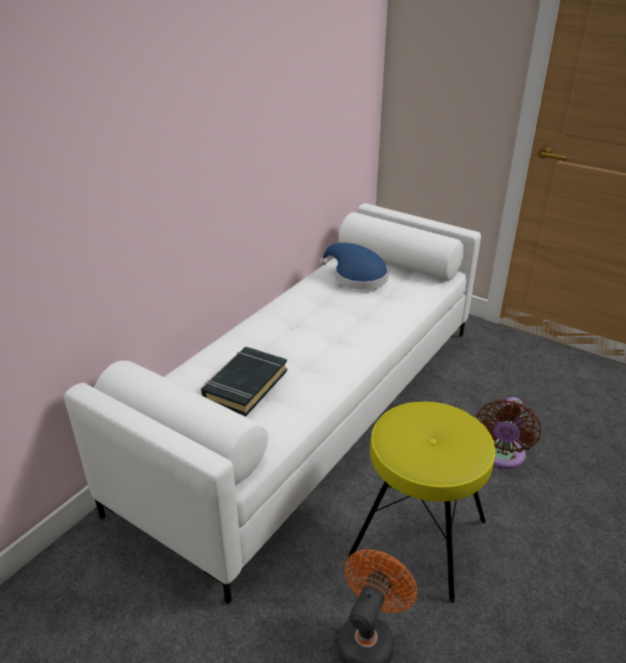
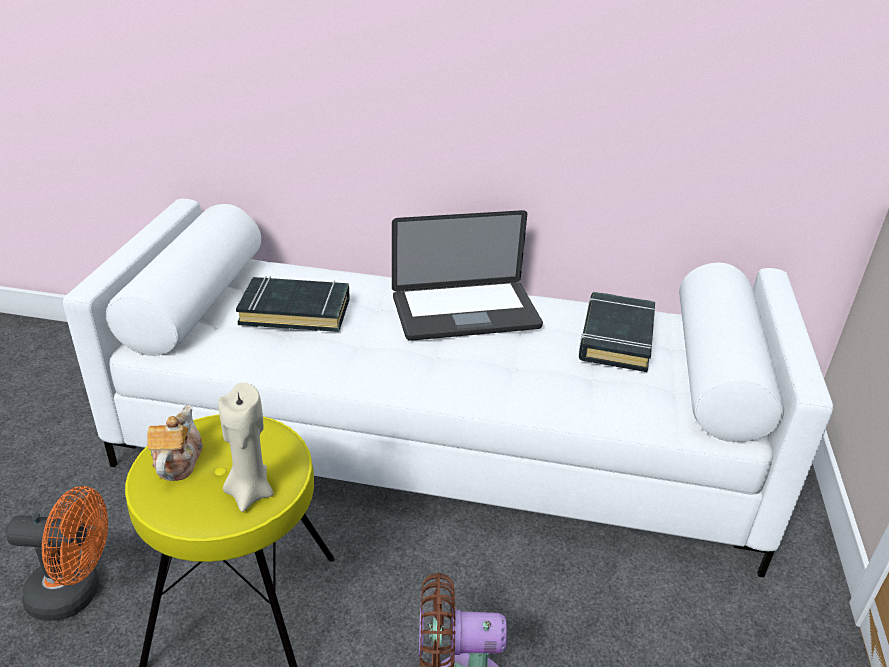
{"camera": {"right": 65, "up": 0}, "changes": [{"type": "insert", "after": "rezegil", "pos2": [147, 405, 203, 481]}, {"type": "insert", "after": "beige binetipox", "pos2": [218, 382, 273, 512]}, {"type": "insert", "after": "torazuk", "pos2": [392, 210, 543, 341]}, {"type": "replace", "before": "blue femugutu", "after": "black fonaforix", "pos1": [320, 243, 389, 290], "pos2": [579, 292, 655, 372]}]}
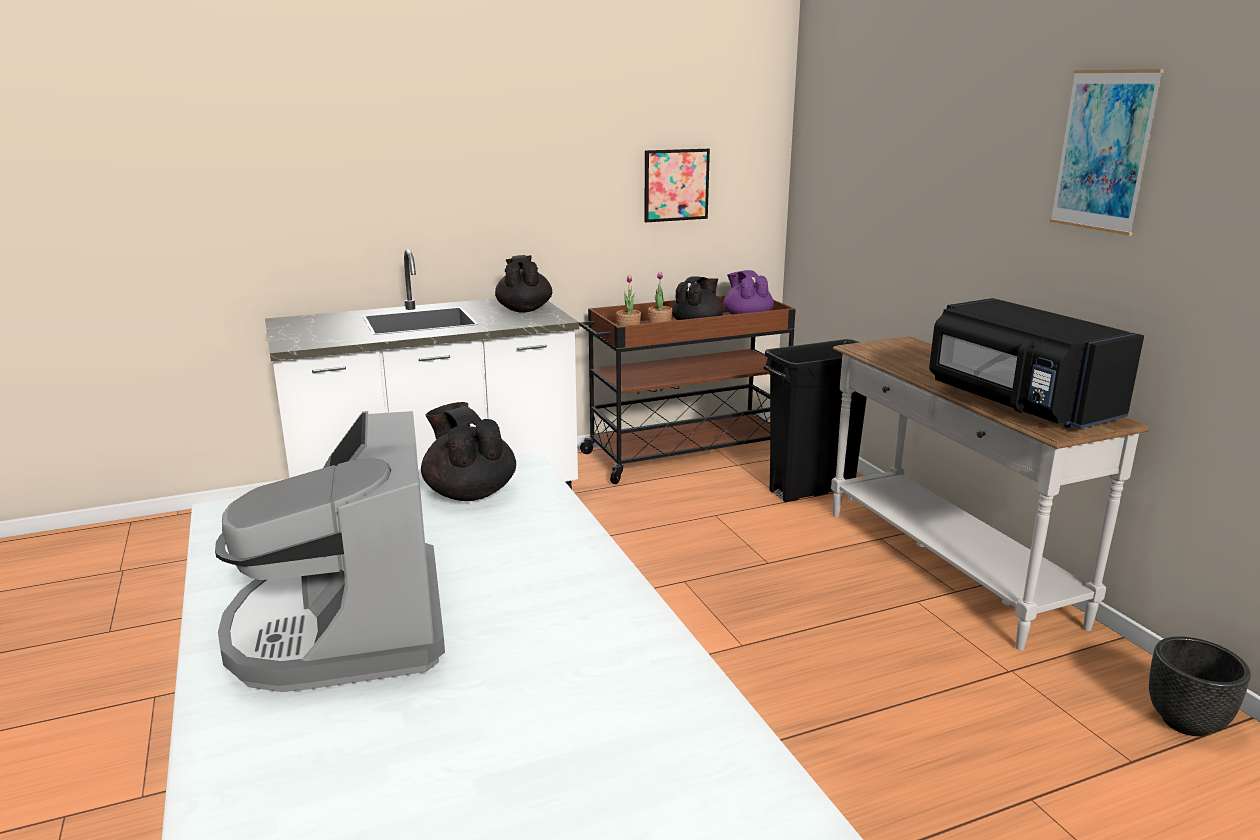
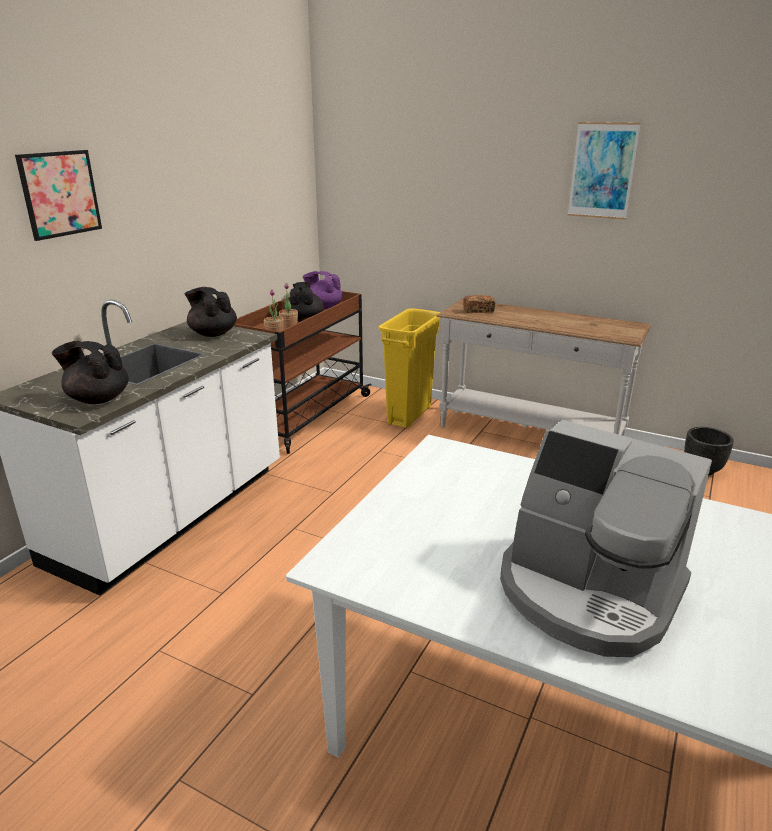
{"camera": {"right": -40, "up": 5}, "changes": [{"type": "move", "before": "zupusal", "pos1": [644, 149, 710, 222], "pos2": [15, 150, 102, 241]}, {"type": "move", "before": "black rezegil", "pos1": [421, 402, 516, 501], "pos2": [52, 341, 129, 404]}, {"type": "recolor", "before": "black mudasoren", "after": "yellow mudasoren", "pos1": [764, 339, 867, 502], "pos2": [378, 308, 440, 428]}, {"type": "insert", "after": "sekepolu", "pos2": [463, 295, 495, 313]}, {"type": "delete", "before": "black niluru", "pos1": [929, 298, 1144, 429]}]}
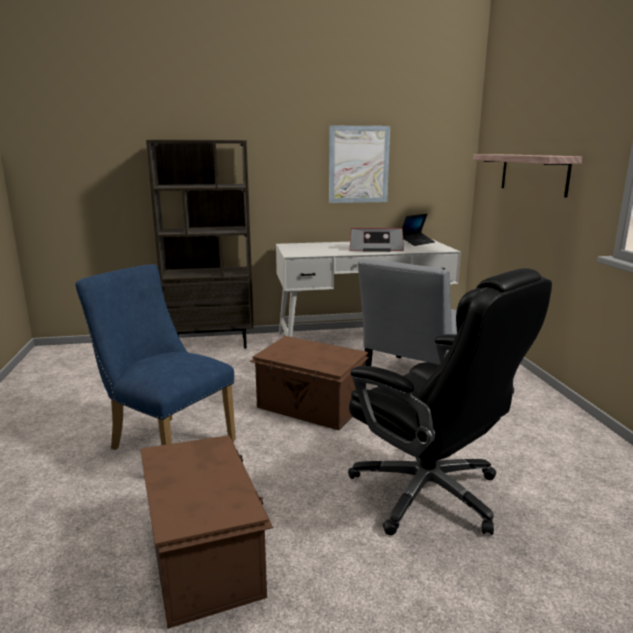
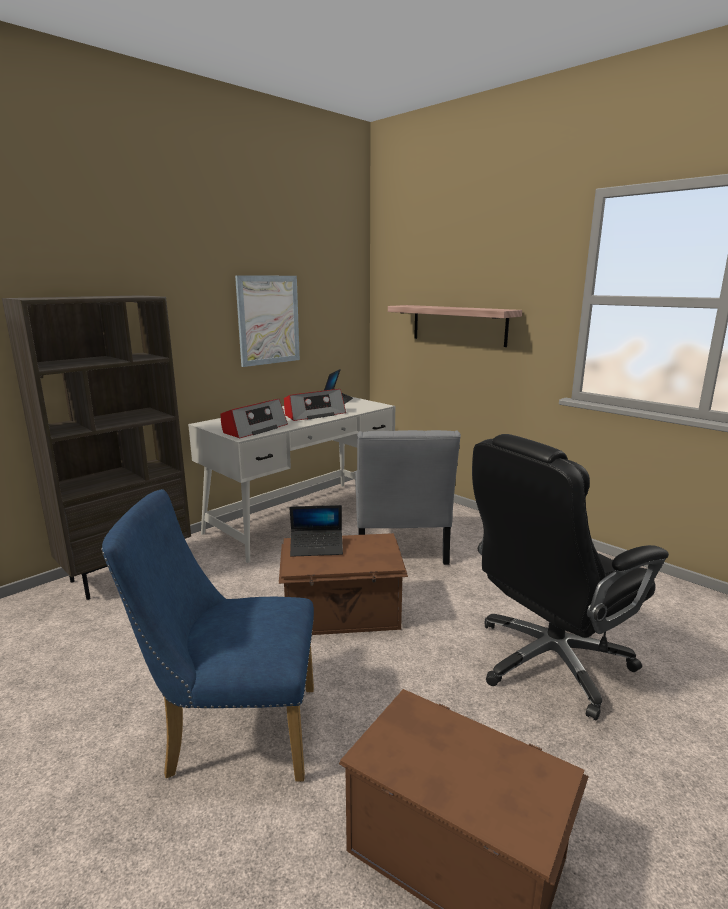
{"camera": {"right": -35, "up": 0}, "changes": [{"type": "insert", "after": "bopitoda", "pos2": [220, 399, 288, 438]}, {"type": "insert", "after": "torazuk", "pos2": [289, 505, 343, 557]}, {"type": "rotate", "before": "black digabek", "pos1": [348, 268, 552, 535], "pos2": [472, 434, 669, 721], "turn": 135}]}
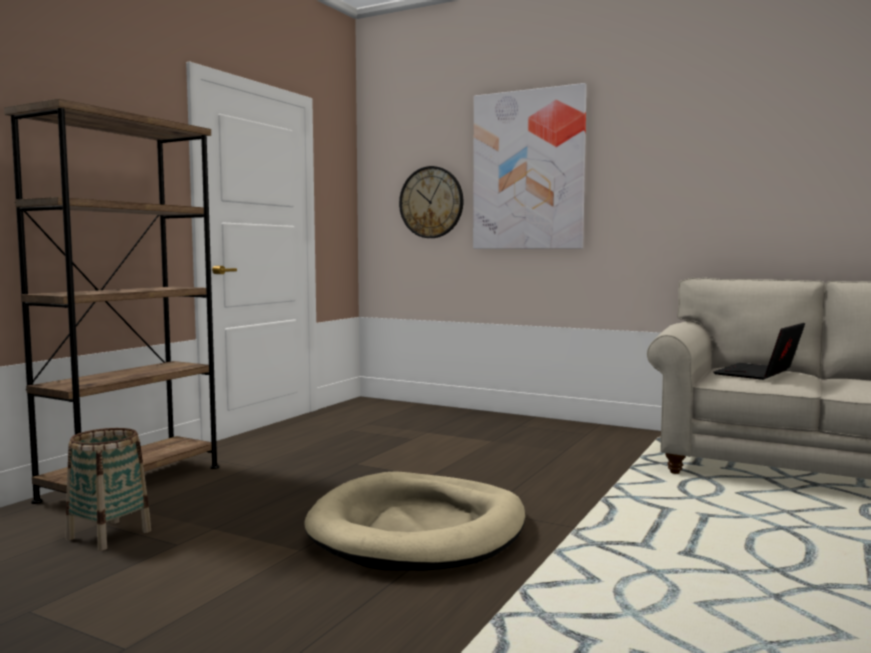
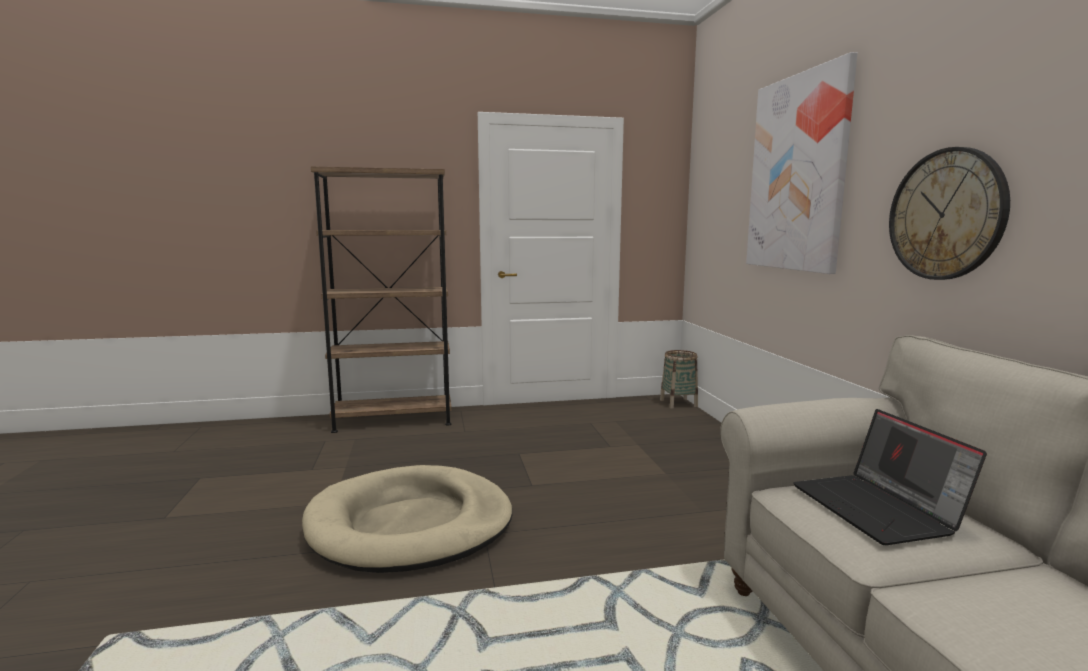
{"camera": {"right": 50, "up": 5}, "changes": [{"type": "move", "before": "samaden", "pos1": [66, 428, 151, 550], "pos2": [660, 350, 698, 409]}, {"type": "rotate", "before": "torazuk", "pos1": [713, 323, 805, 380], "pos2": [793, 409, 987, 545], "turn": -105}, {"type": "move", "before": "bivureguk", "pos1": [399, 166, 463, 238], "pos2": [889, 147, 1010, 280]}]}
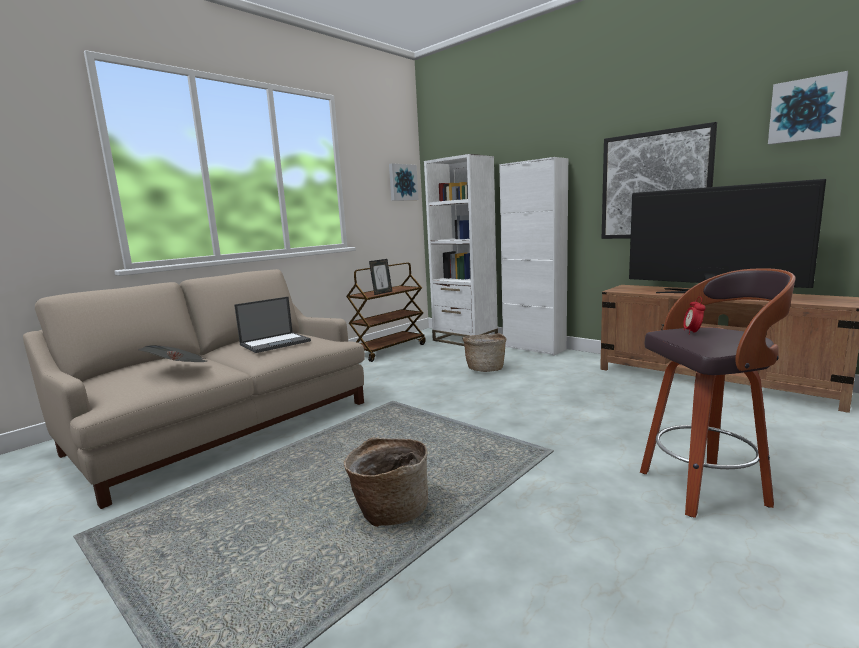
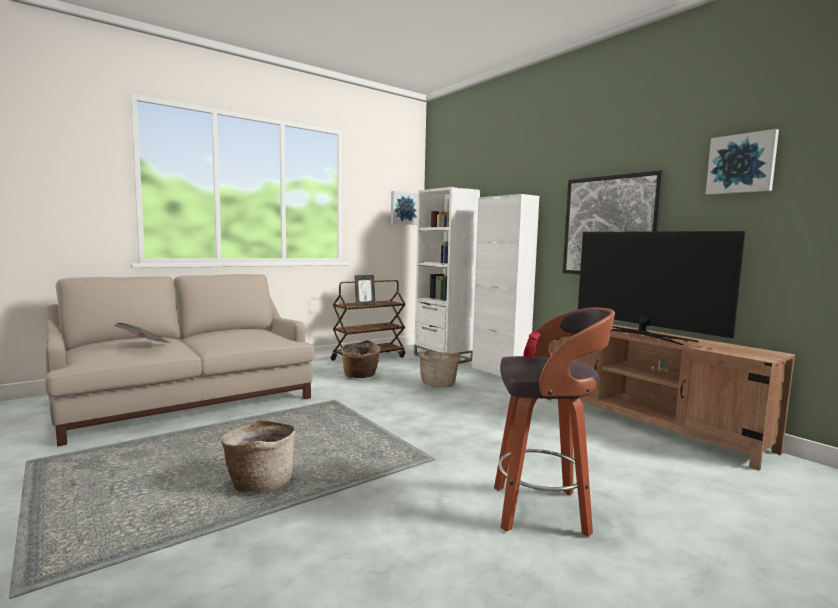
{"camera": {"right": 10, "up": -5}, "changes": [{"type": "insert", "after": "samaden", "pos2": [341, 340, 381, 378]}, {"type": "delete", "before": "torazuk", "pos1": [234, 297, 311, 353]}]}
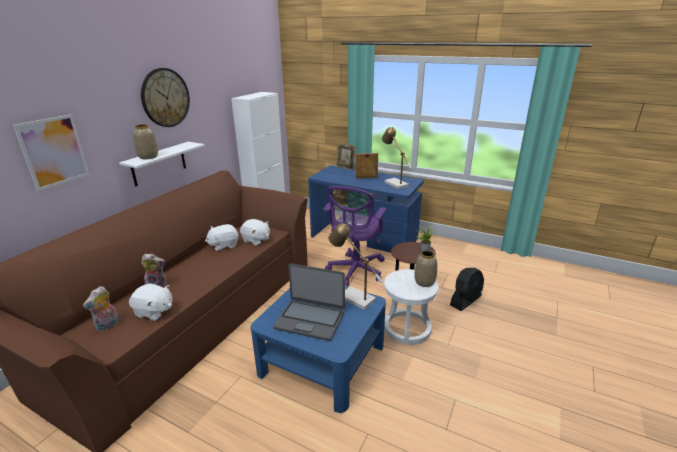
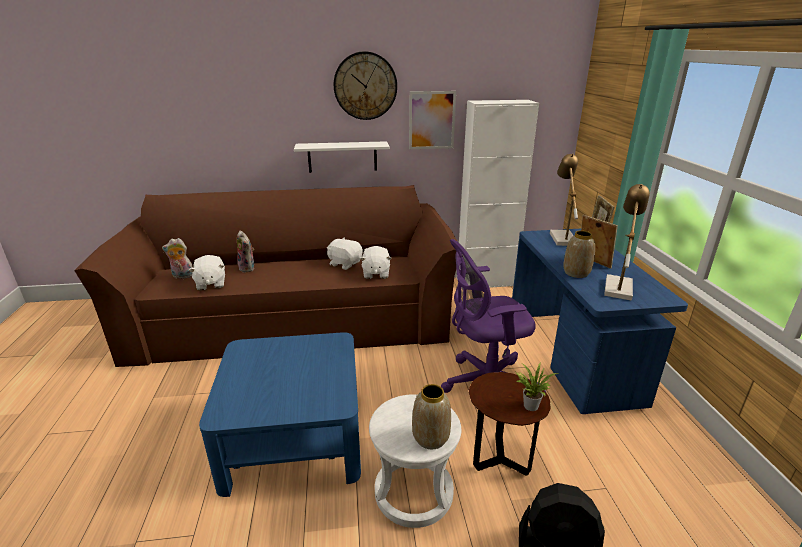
{"camera": {"right": 55, "up": 0}, "changes": [{"type": "move", "before": "zupusal", "pos1": [13, 114, 90, 191], "pos2": [409, 91, 456, 149]}, {"type": "move", "before": "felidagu", "pos1": [329, 223, 383, 310], "pos2": [550, 153, 578, 246]}, {"type": "move", "before": "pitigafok", "pos1": [133, 124, 158, 159], "pos2": [563, 230, 595, 278]}, {"type": "delete", "before": "torazuk", "pos1": [273, 263, 345, 341]}]}
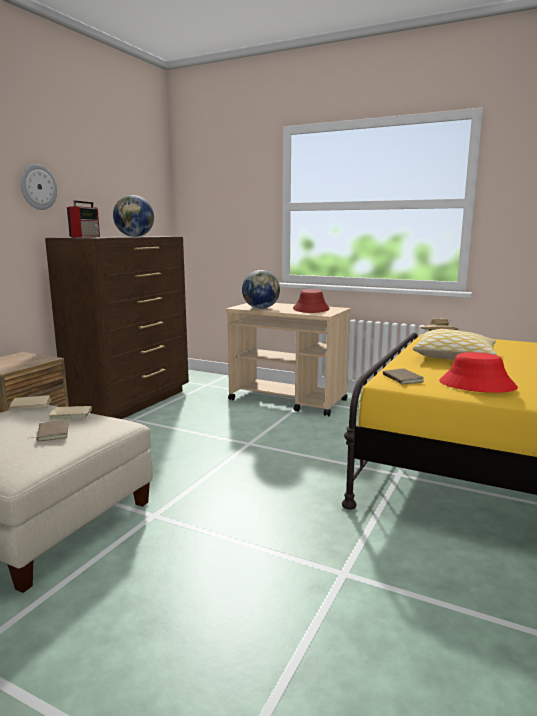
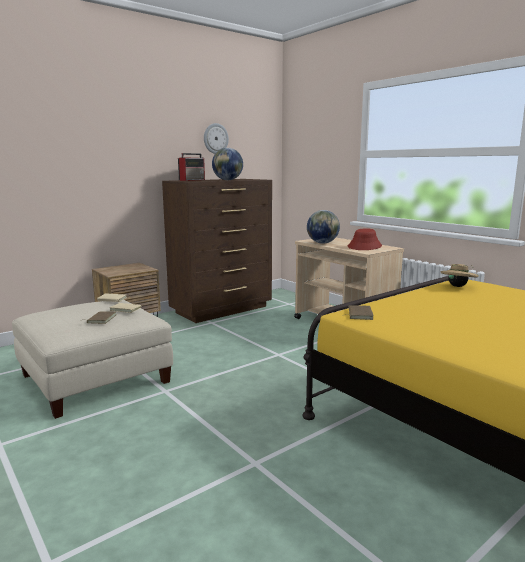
{"camera": {"right": 25, "up": 0}, "changes": [{"type": "move", "before": "bivureguk", "pos1": [20, 164, 57, 210], "pos2": [204, 123, 229, 154]}, {"type": "delete", "before": "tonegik", "pos1": [413, 329, 497, 360]}, {"type": "delete", "before": "red femugutu", "pos1": [439, 352, 518, 393]}]}
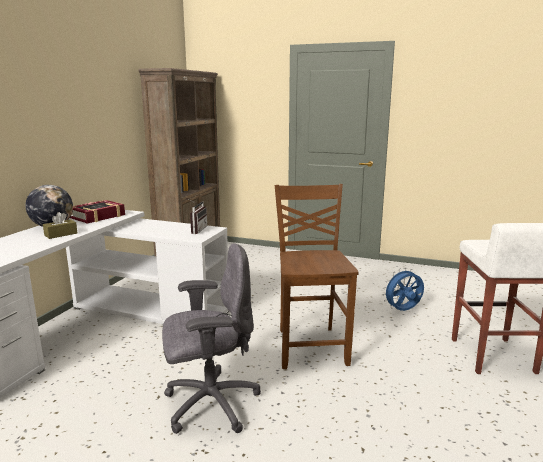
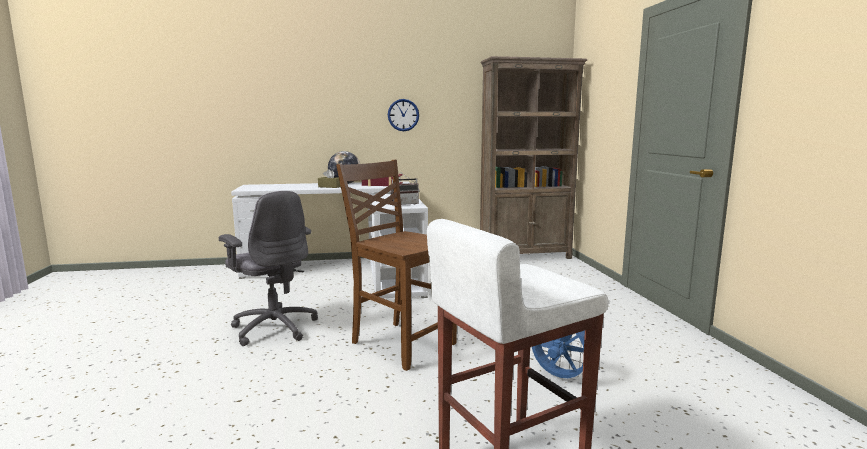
{"camera": {"right": 60, "up": -5}, "changes": [{"type": "rotate", "before": "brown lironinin", "pos1": [275, 184, 359, 369], "pos2": [336, 160, 457, 371], "turn": -105}, {"type": "insert", "after": "bivureguk", "pos2": [388, 99, 419, 131]}]}
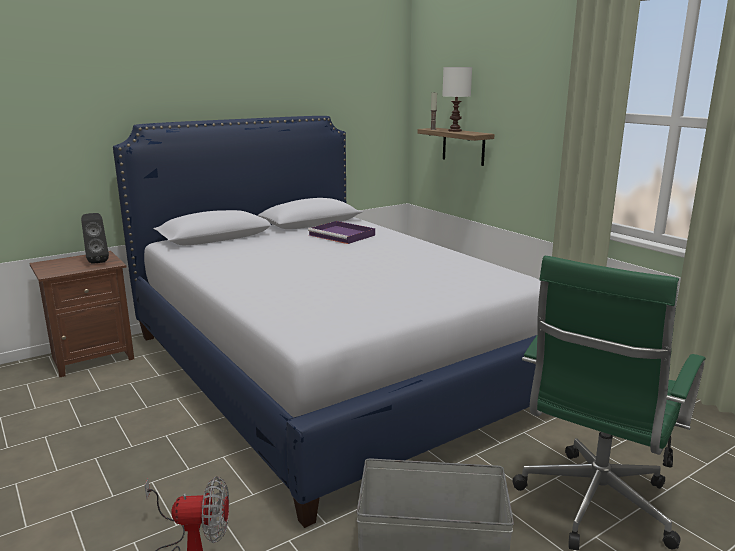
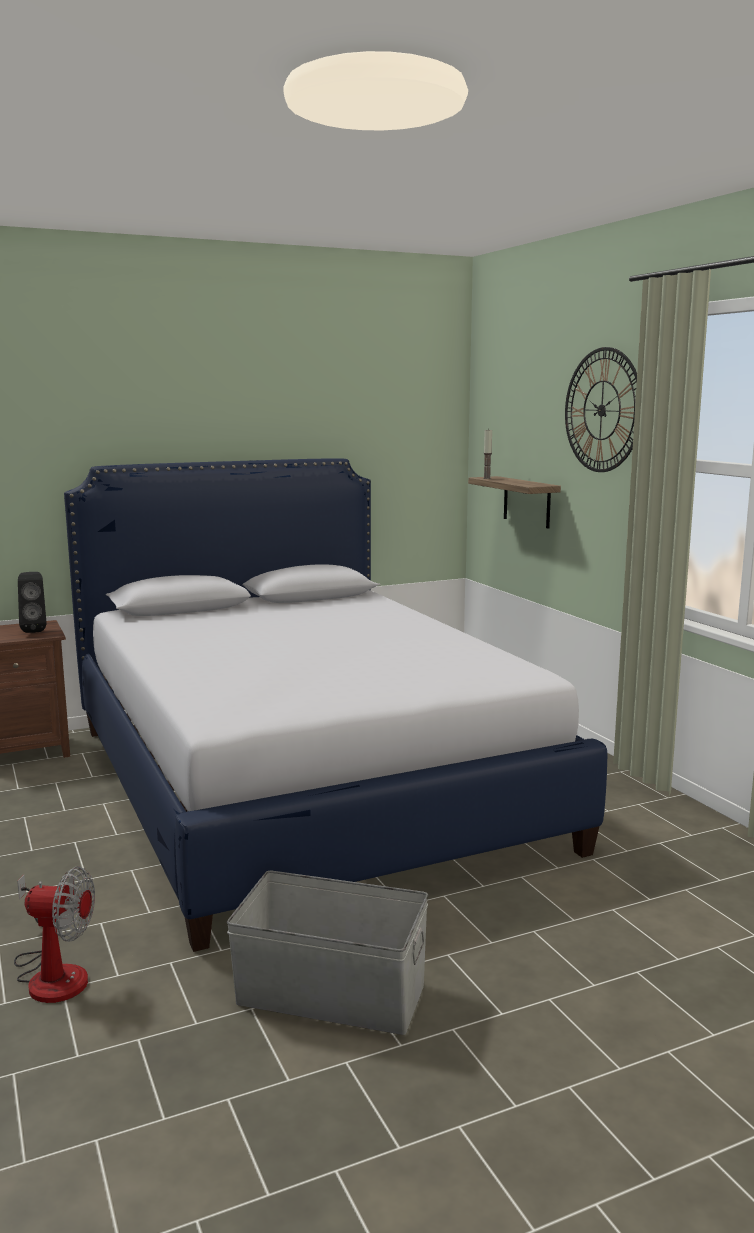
{"camera": {"right": 10, "up": -5}, "changes": [{"type": "insert", "after": "bivureguk", "pos2": [565, 347, 637, 472]}, {"type": "delete", "before": "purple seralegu", "pos1": [308, 221, 375, 244]}, {"type": "delete", "before": "white felidagu", "pos1": [442, 67, 472, 132]}, {"type": "delete", "before": "green digabek", "pos1": [512, 256, 706, 551]}]}
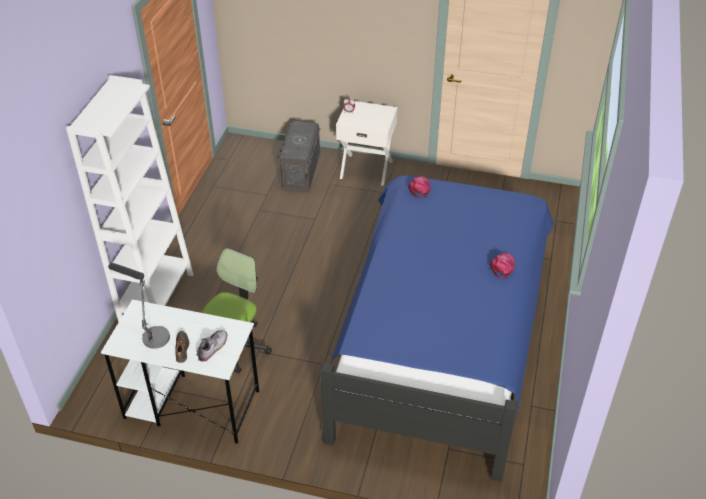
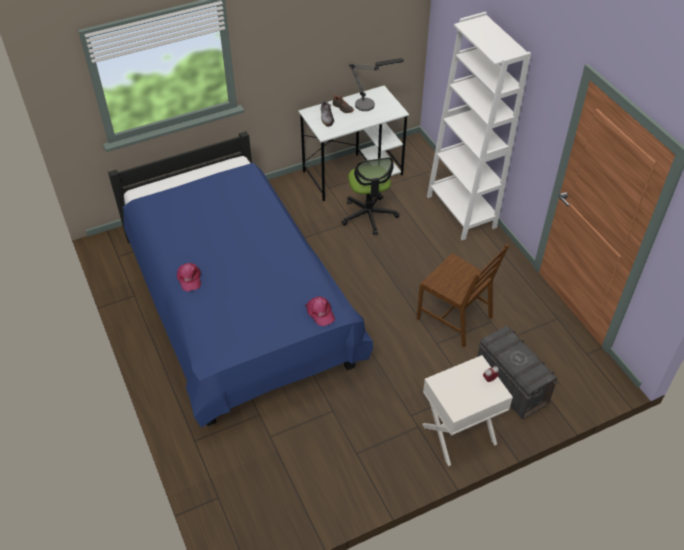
{"camera": {"right": 140, "up": 5}, "changes": [{"type": "insert", "after": "brown lironinin", "pos2": [417, 244, 509, 348]}]}
